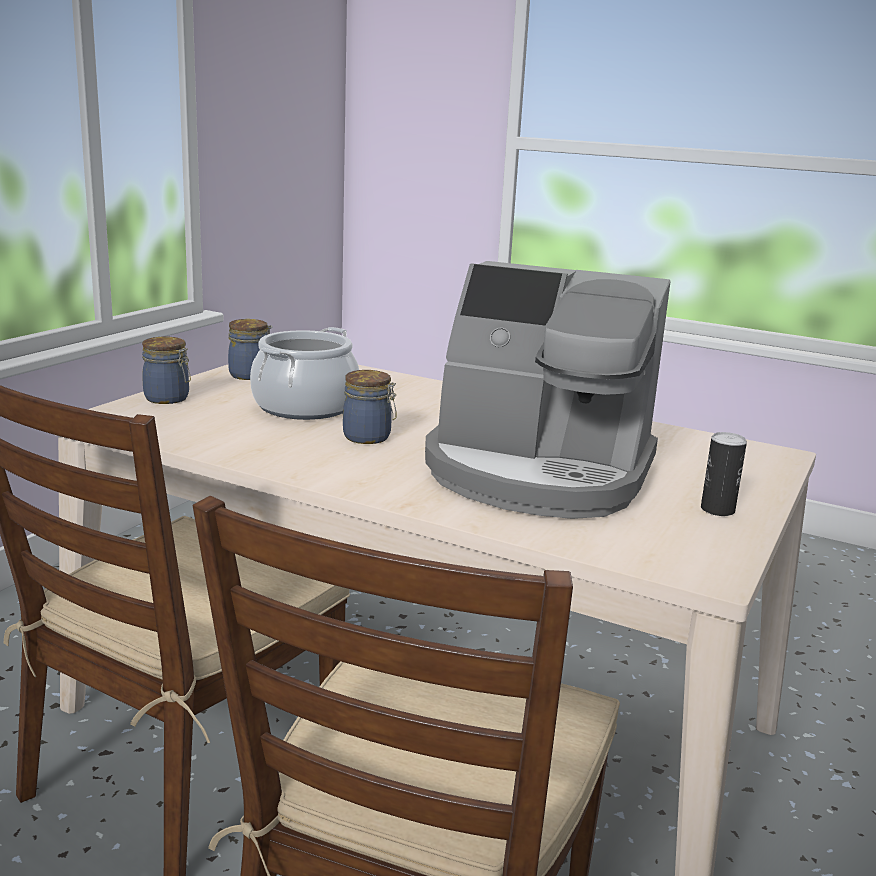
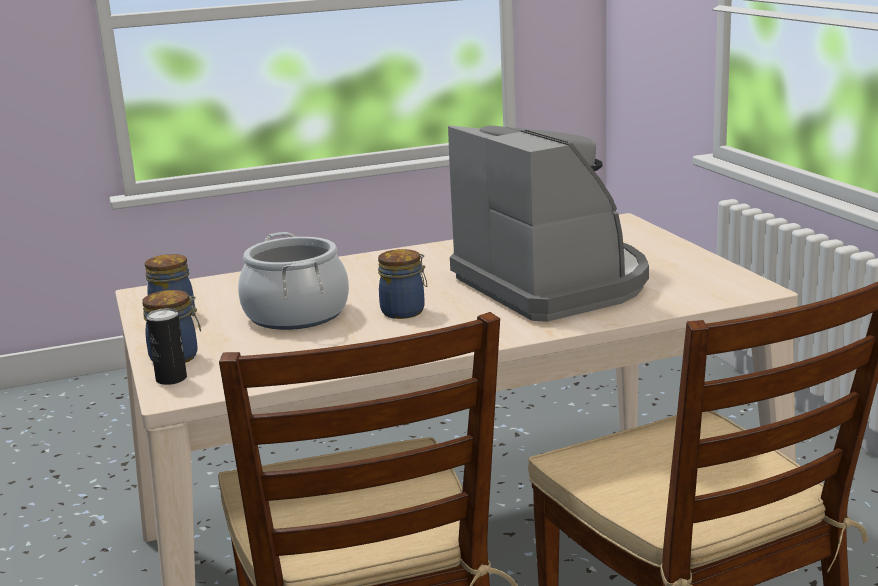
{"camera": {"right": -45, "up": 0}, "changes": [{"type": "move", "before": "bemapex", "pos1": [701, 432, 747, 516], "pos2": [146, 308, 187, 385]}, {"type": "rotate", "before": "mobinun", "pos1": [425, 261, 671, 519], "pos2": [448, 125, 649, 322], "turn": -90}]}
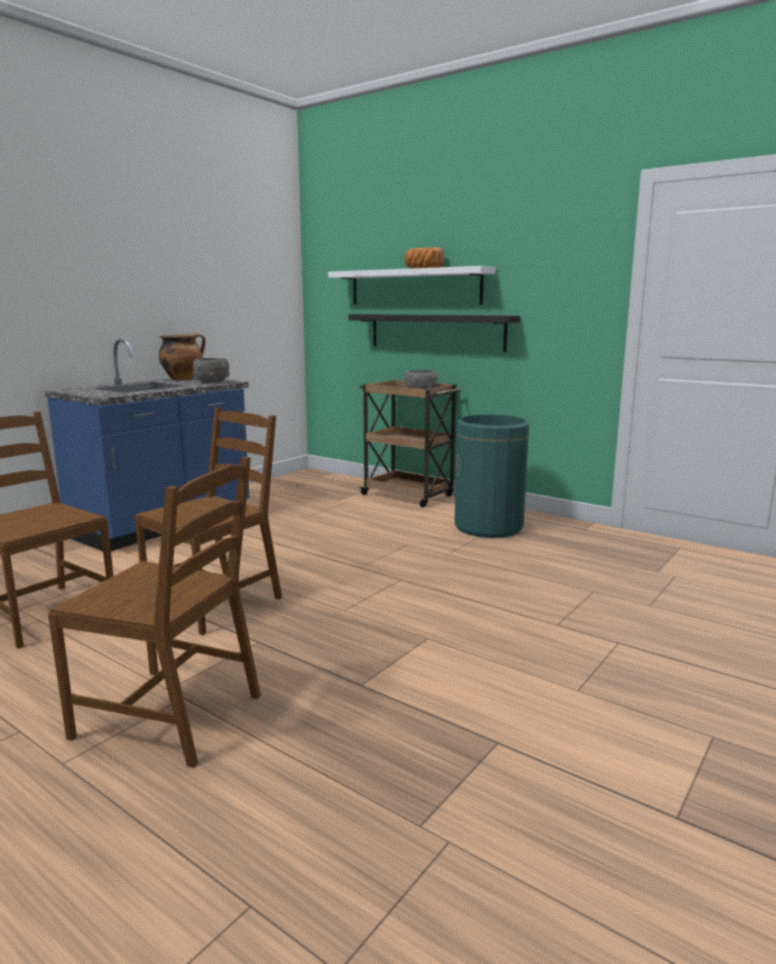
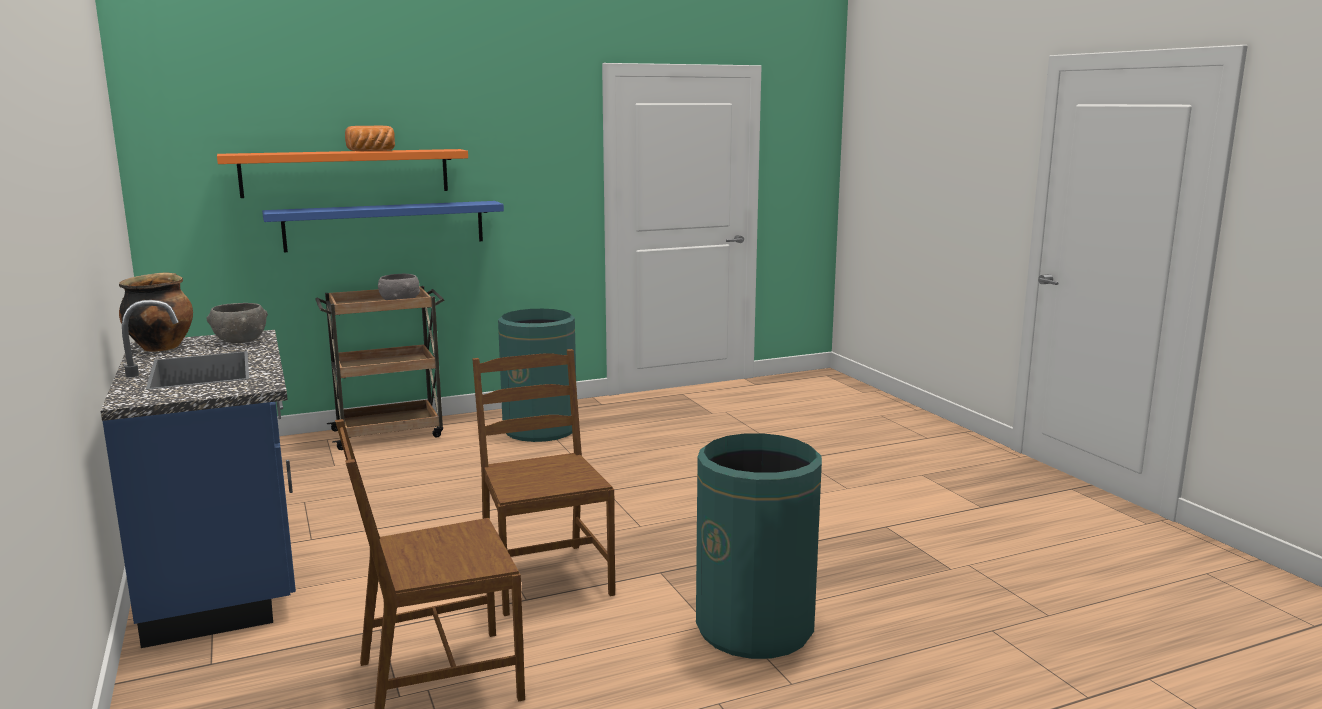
{"camera": {"right": -60, "up": 0}, "changes": [{"type": "recolor", "before": "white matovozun", "after": "orange matovozun", "pos1": [328, 266, 496, 305], "pos2": [217, 149, 468, 198]}, {"type": "recolor", "before": "black matovozun", "after": "blue matovozun", "pos1": [348, 314, 520, 352], "pos2": [262, 201, 504, 252]}, {"type": "replace", "before": "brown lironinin", "after": "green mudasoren", "pos1": [48, 457, 261, 768], "pos2": [696, 433, 822, 659]}]}
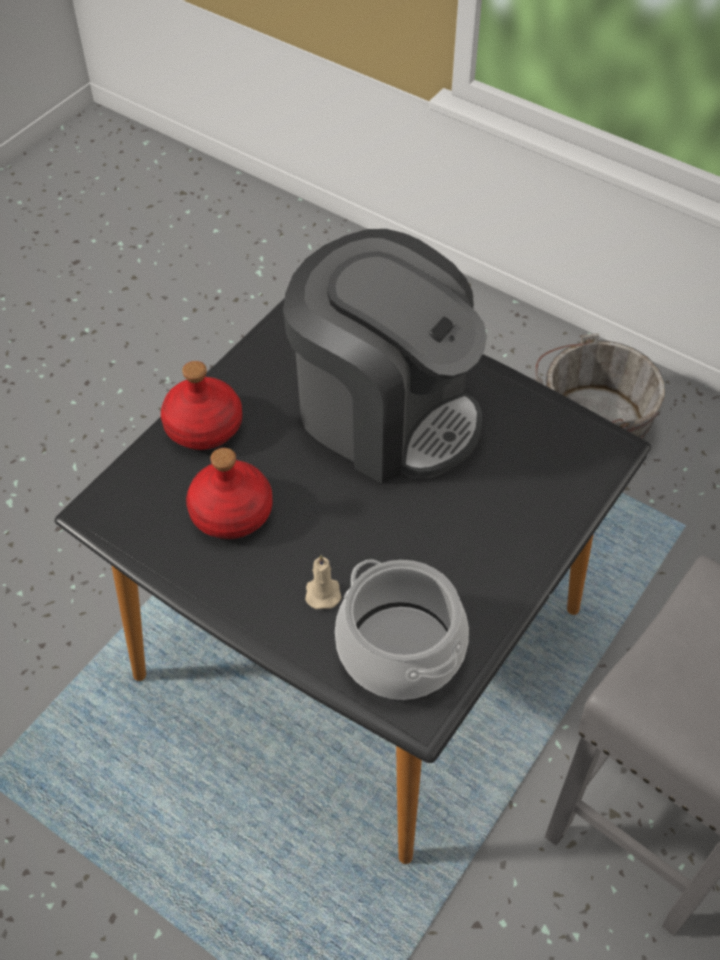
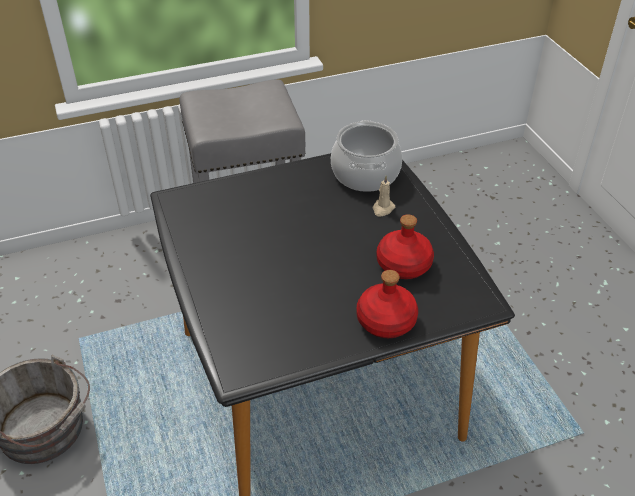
{"camera": {"right": -145, "up": -10}, "changes": [{"type": "delete", "before": "mobinun", "pos1": [283, 229, 487, 484]}]}
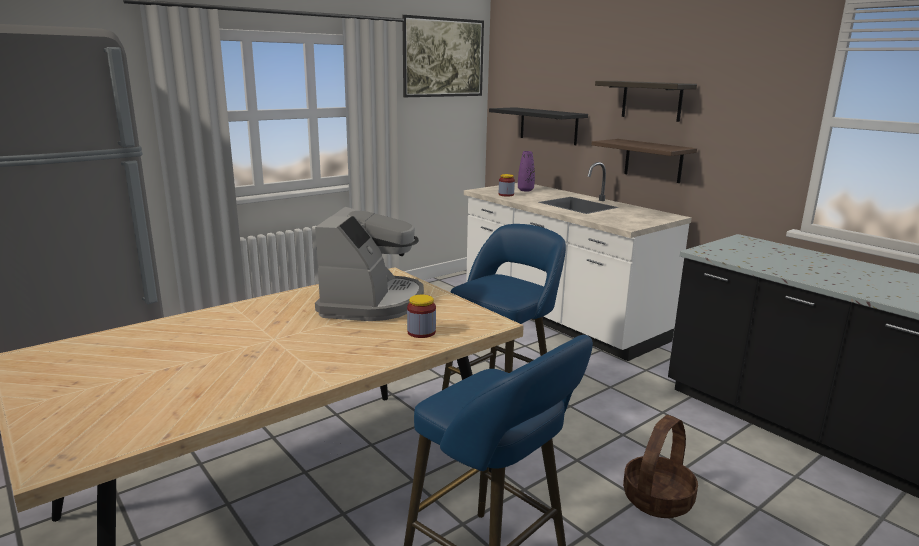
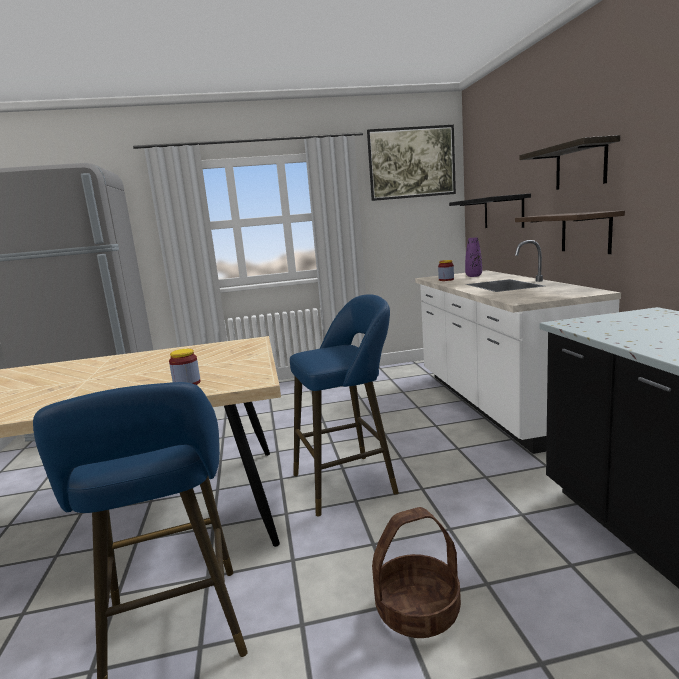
{"camera": {"right": 30, "up": -5}, "changes": [{"type": "delete", "before": "mobinun", "pos1": [315, 207, 424, 321]}]}
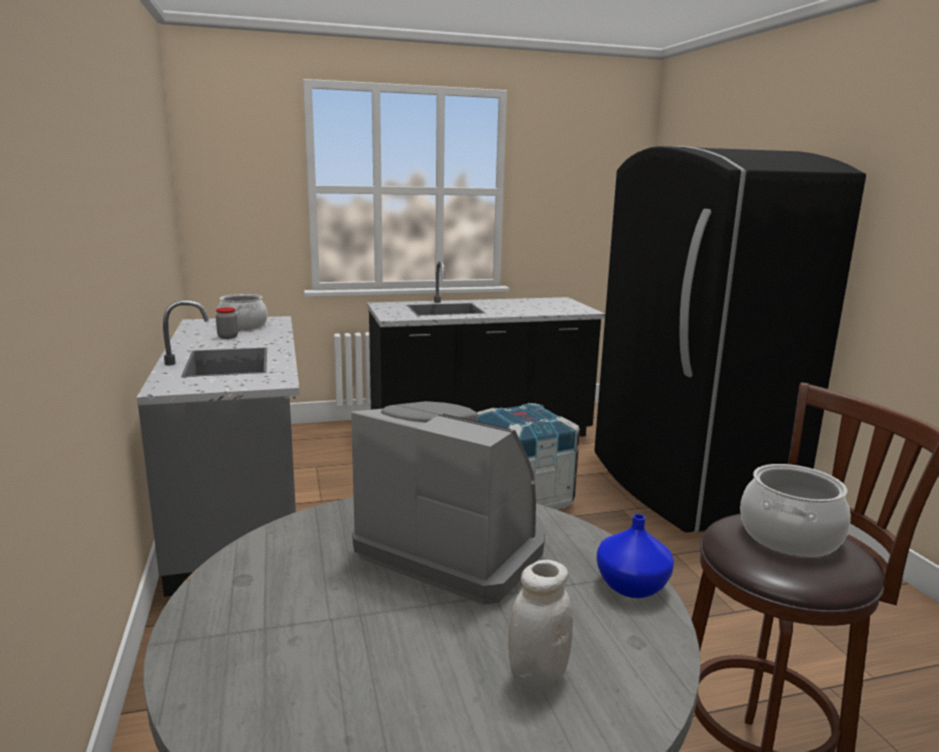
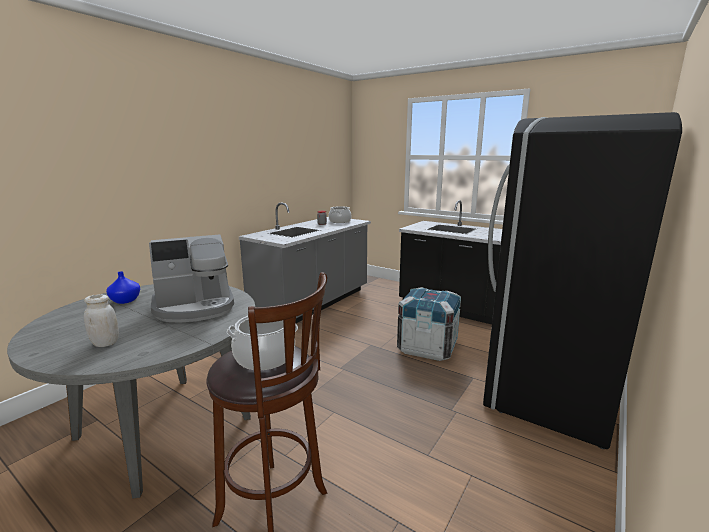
{"camera": {"right": 50, "up": 0}, "changes": [{"type": "move", "before": "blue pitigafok", "pos1": [597, 514, 674, 598], "pos2": [106, 271, 140, 304]}, {"type": "rotate", "before": "mobinun", "pos1": [351, 401, 545, 605], "pos2": [149, 234, 234, 323], "turn": 75}]}
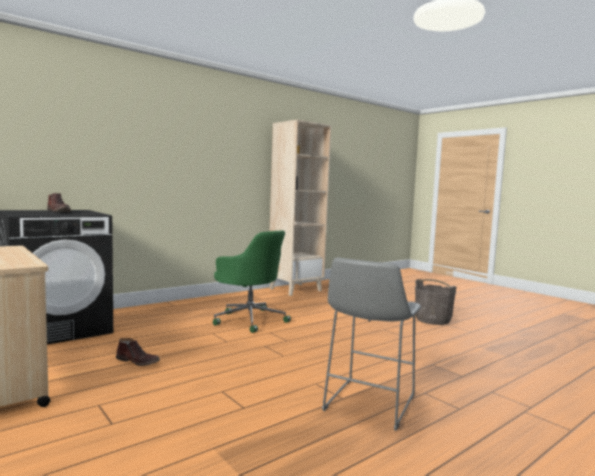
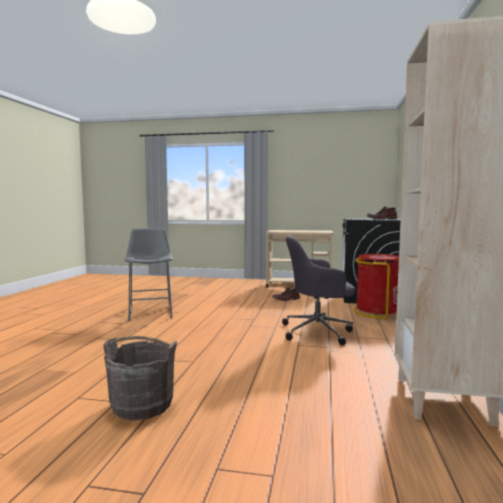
{"camera": {"right": 140, "up": 0}, "changes": [{"type": "recolor", "before": "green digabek", "after": "grey digabek", "pos1": [213, 230, 291, 333], "pos2": [282, 236, 355, 345]}, {"type": "insert", "after": "red mudasoren", "pos2": [354, 254, 399, 319]}]}
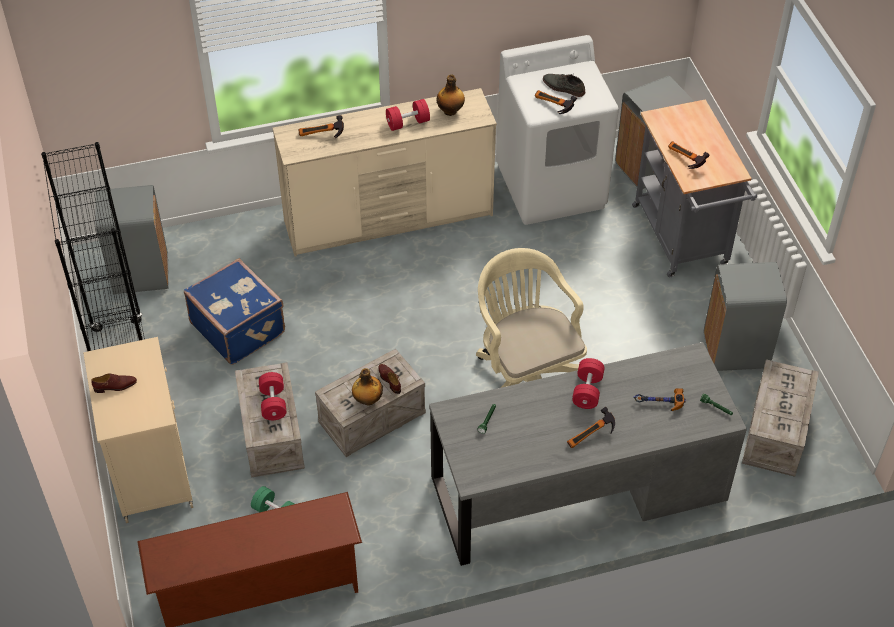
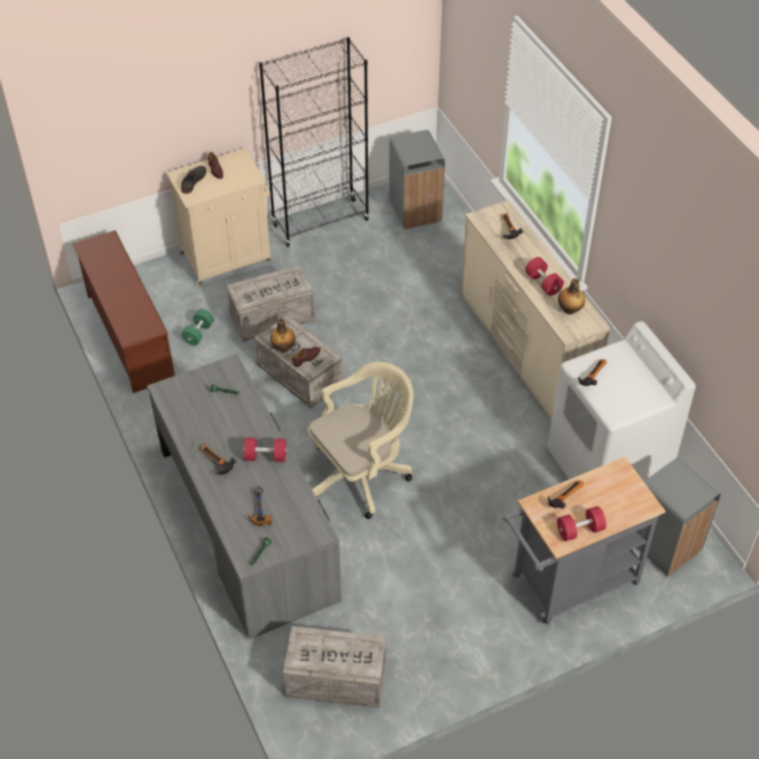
{"camera": {"right": 80, "up": 0}, "changes": [{"type": "move", "before": "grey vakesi", "pos1": [543, 74, 585, 97], "pos2": [181, 166, 207, 194]}, {"type": "move", "before": "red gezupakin", "pos1": [259, 372, 286, 420], "pos2": [557, 506, 606, 541]}, {"type": "delete", "before": "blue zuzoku", "pos1": [184, 258, 285, 365]}, {"type": "delete", "before": "grey mudasoren", "pos1": [704, 262, 787, 371]}]}
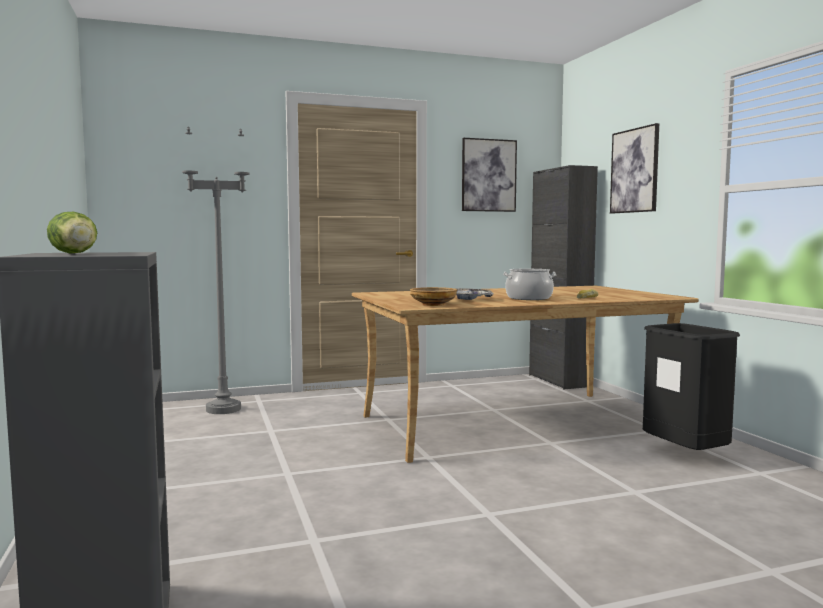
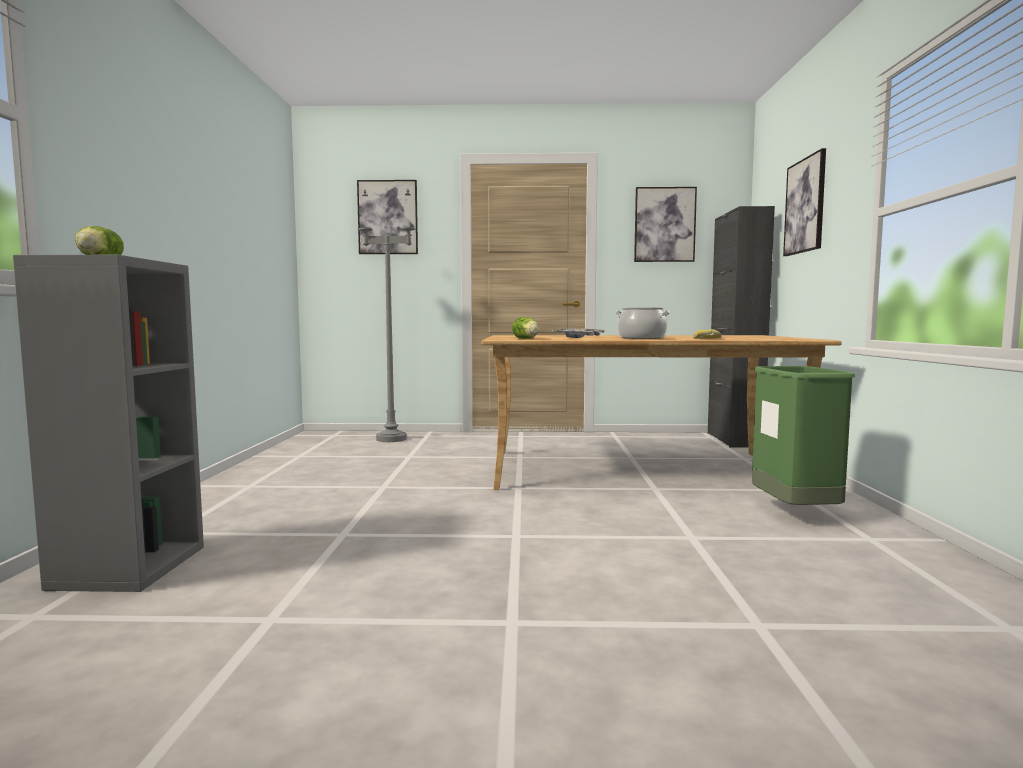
{"camera": {"right": 20, "up": 0}, "changes": [{"type": "insert", "after": "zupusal", "pos2": [357, 180, 418, 254]}, {"type": "replace", "before": "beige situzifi", "after": "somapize", "pos1": [410, 287, 457, 306], "pos2": [512, 317, 539, 339]}, {"type": "recolor", "before": "black mudasoren", "after": "green mudasoren", "pos1": [643, 323, 740, 450], "pos2": [752, 366, 855, 505]}]}
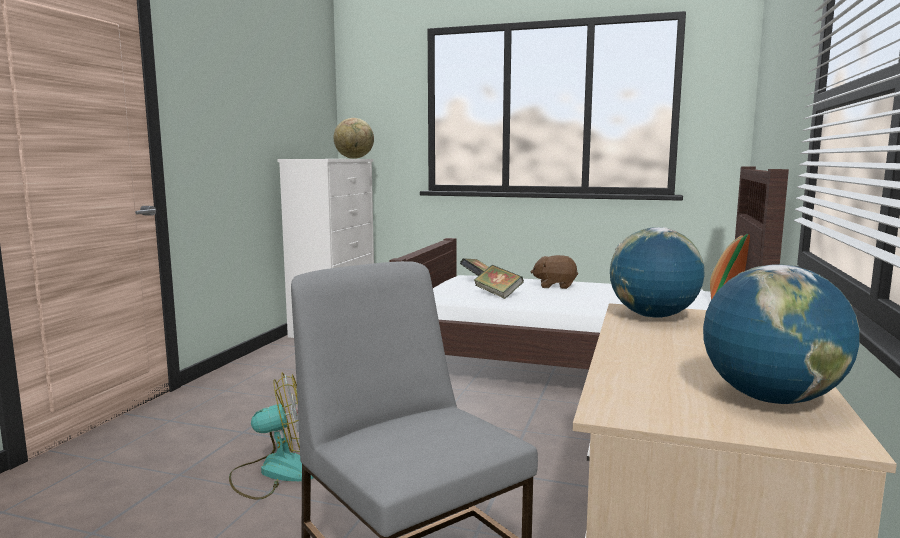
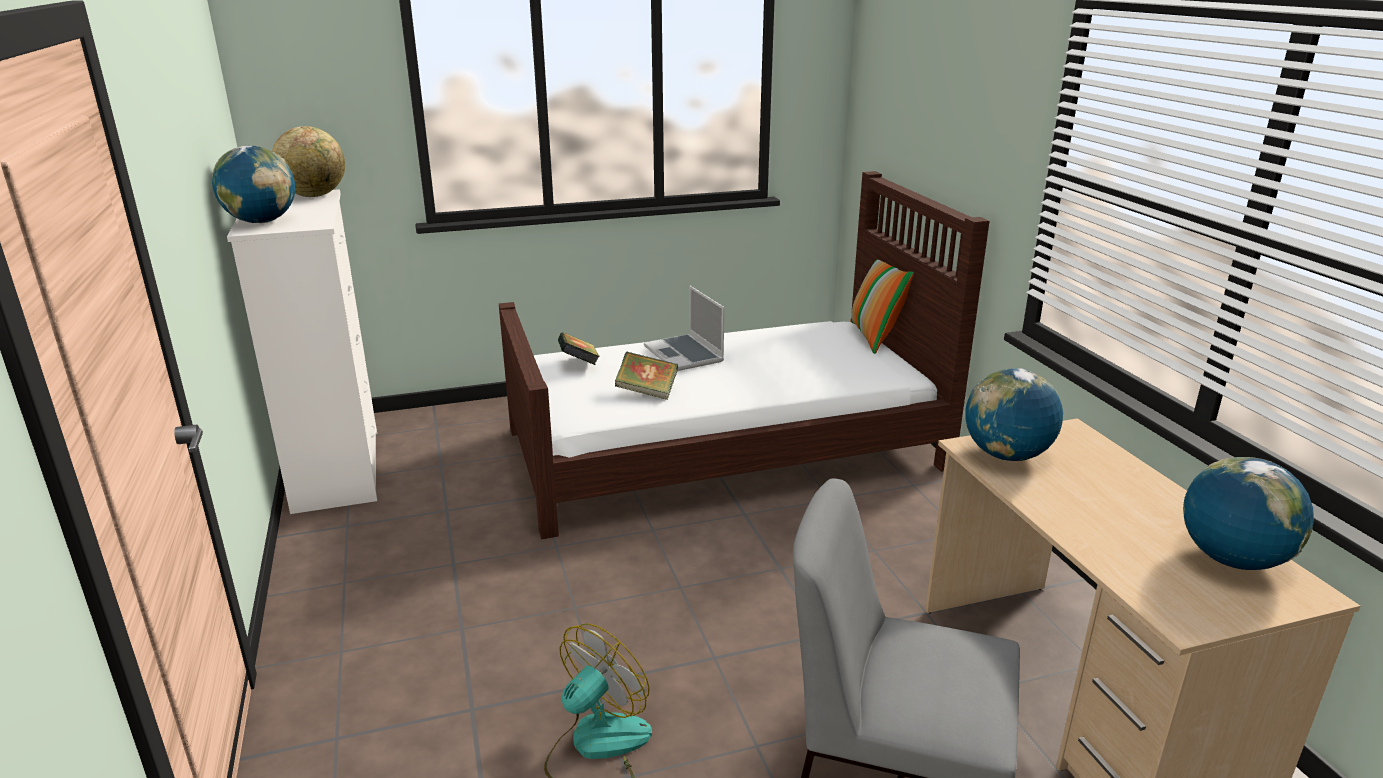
{"camera": {"right": -35, "up": 15}, "changes": [{"type": "insert", "after": "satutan", "pos2": [212, 146, 295, 223]}, {"type": "replace", "before": "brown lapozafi", "after": "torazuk", "pos1": [531, 255, 578, 289], "pos2": [644, 286, 724, 371]}]}
